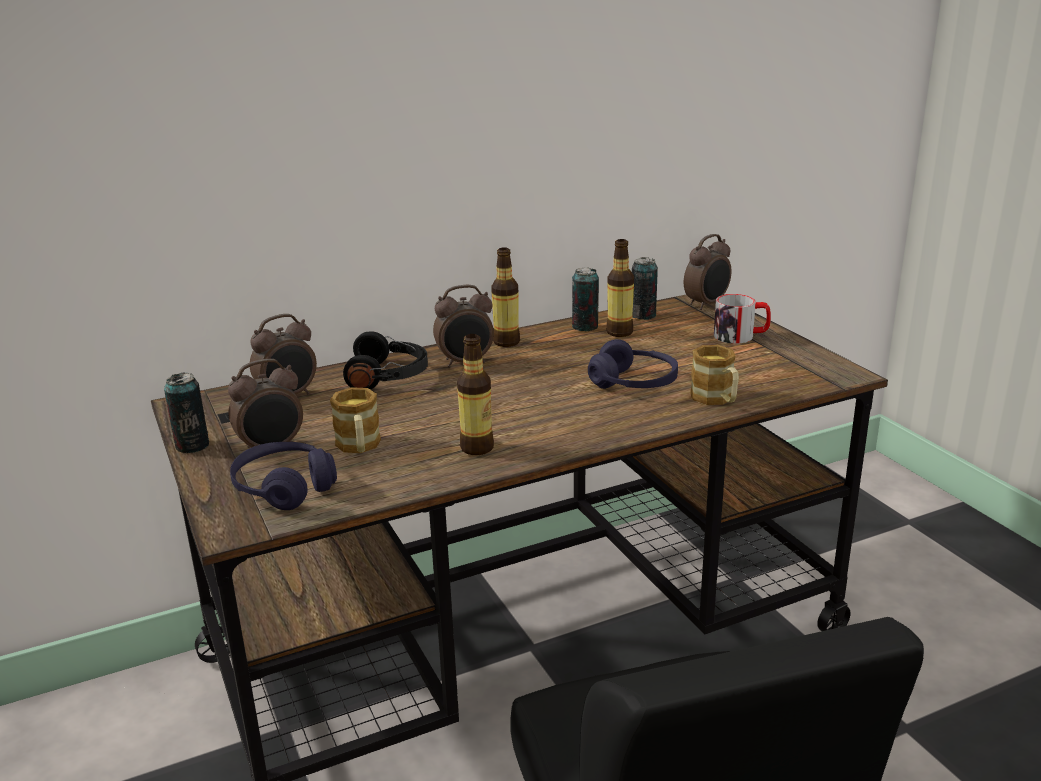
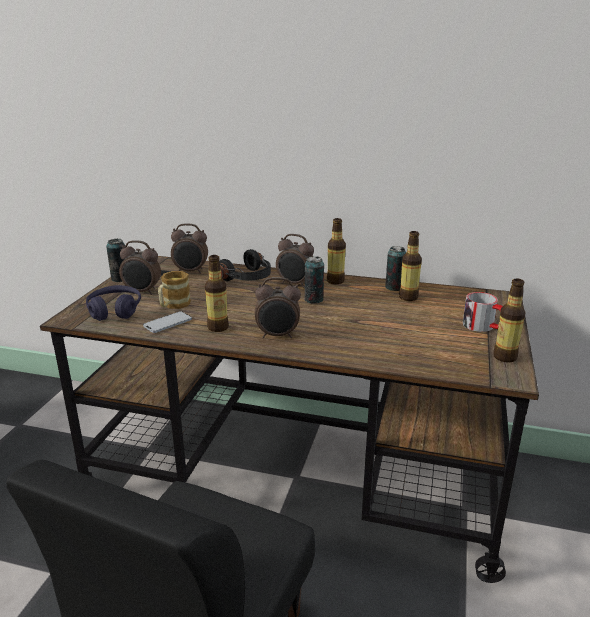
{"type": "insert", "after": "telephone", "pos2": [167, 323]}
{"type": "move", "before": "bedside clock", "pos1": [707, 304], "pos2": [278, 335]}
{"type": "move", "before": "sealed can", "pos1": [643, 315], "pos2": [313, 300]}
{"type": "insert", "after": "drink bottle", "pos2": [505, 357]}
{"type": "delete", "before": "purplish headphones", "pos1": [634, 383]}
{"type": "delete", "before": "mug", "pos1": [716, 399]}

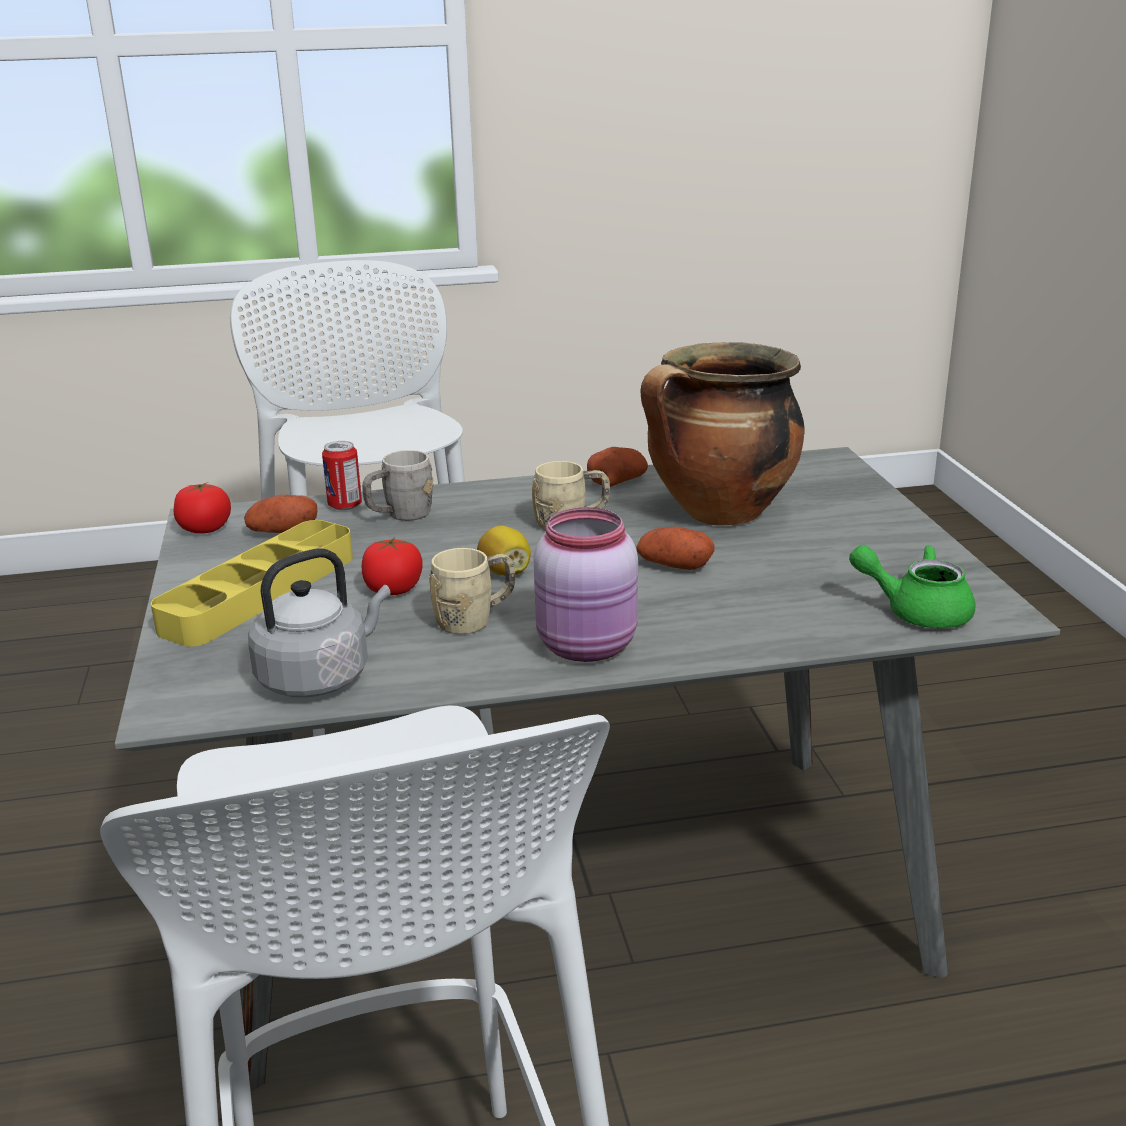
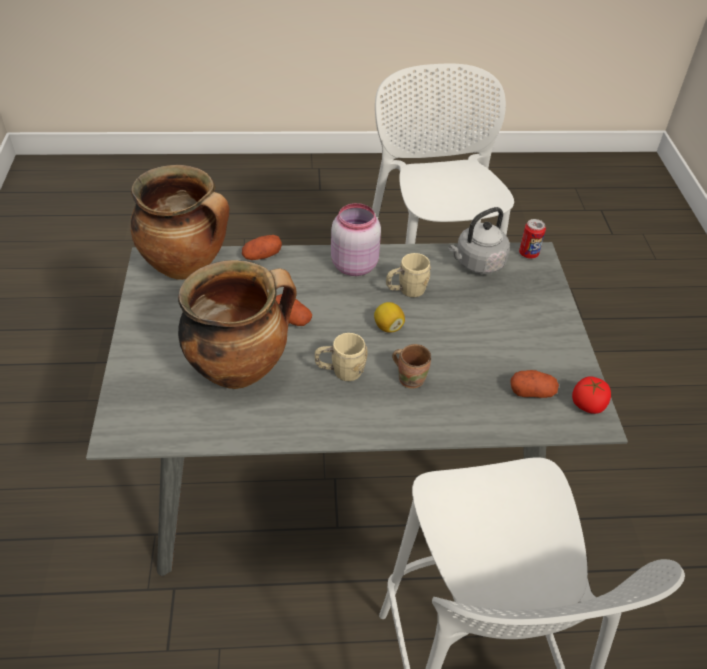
{"type": "replace", "before": "greenish tea pot", "after": "saucepot", "pos1": [916, 611], "pos2": [187, 266]}
{"type": "move", "before": "whole potato", "pos1": [617, 482], "pos2": [262, 256]}
{"type": "insert", "after": "brownish mug", "pos2": [410, 378]}
{"type": "move", "before": "sealed can", "pos1": [345, 505], "pos2": [528, 254]}
{"type": "delete", "before": "yellow carrying tray", "pos1": [260, 592]}
{"type": "delete", "before": "greyish mug", "pos1": [400, 516]}
{"type": "delete", "before": "whole tomato", "pos1": [393, 589]}

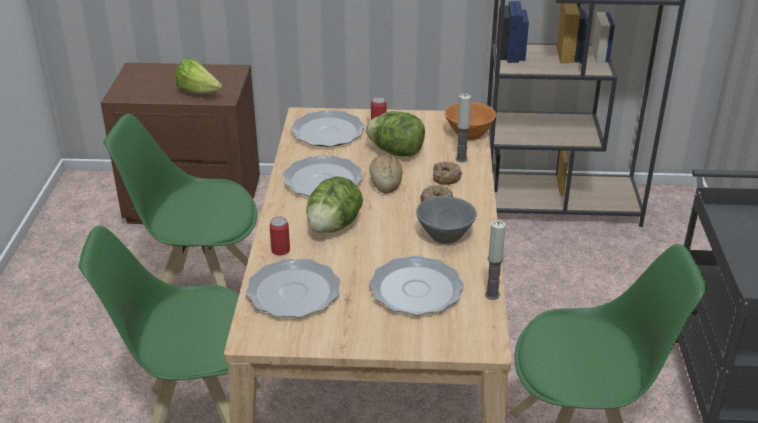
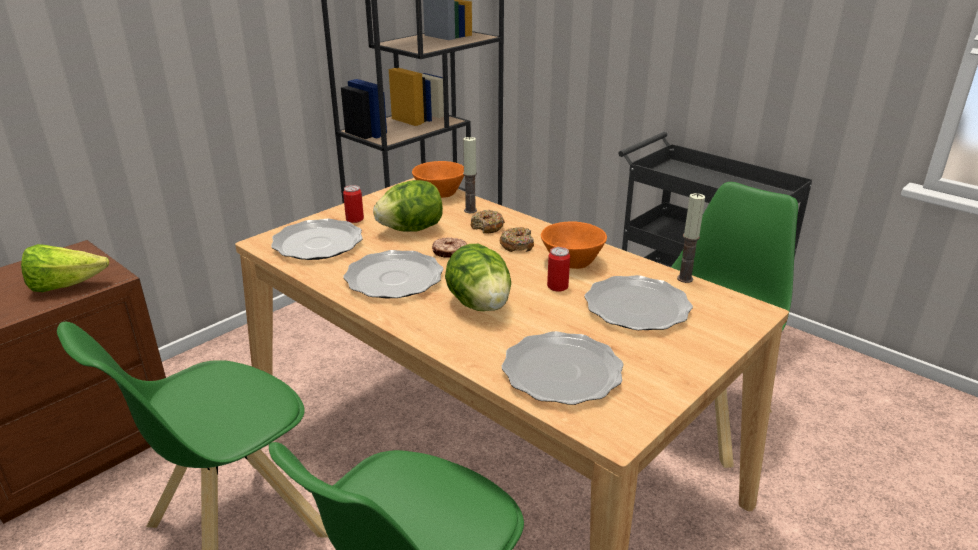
{"type": "replace", "before": "baked bread", "after": "donut", "pos1": [385, 182], "pos2": [449, 252]}
{"type": "recolor", "before": "greyish serving bowl", "after": "orange-coloured serving bowl", "pos1": [446, 235], "pos2": [572, 261]}
{"type": "move", "before": "sealed can", "pos1": [280, 250], "pos2": [557, 286]}

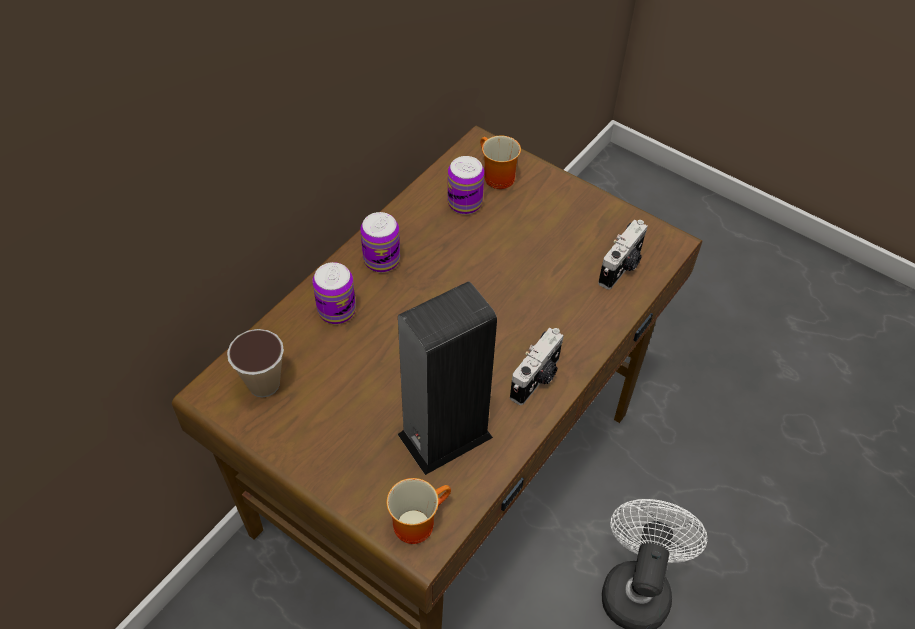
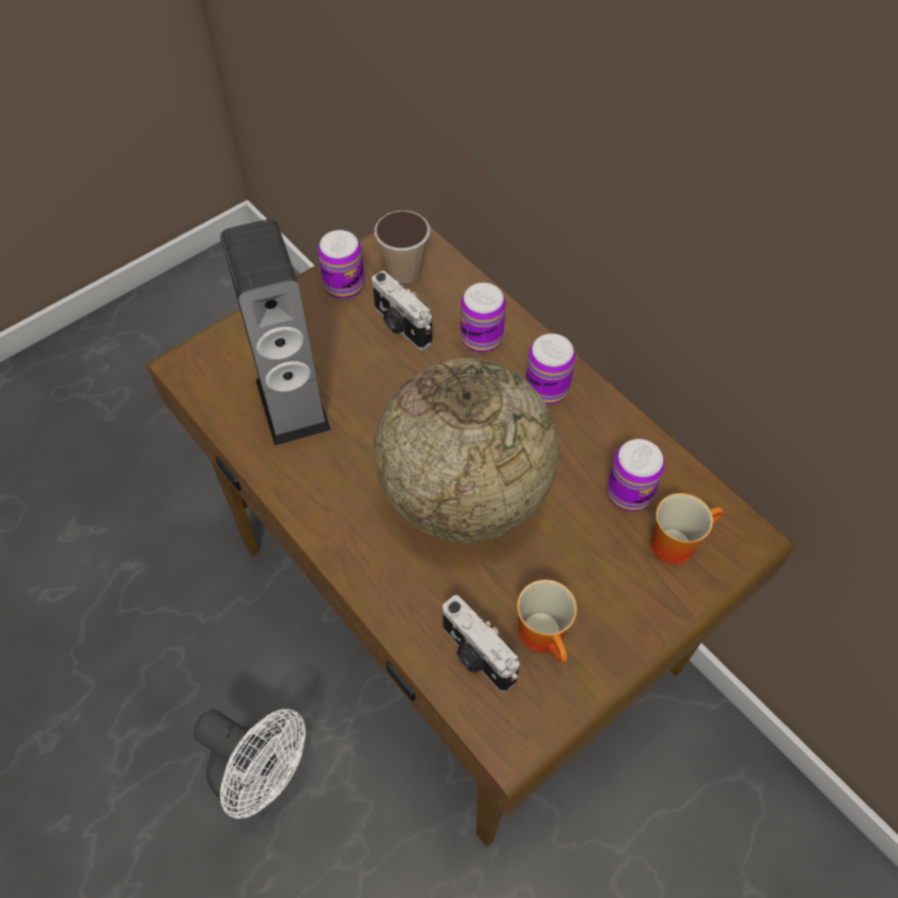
{"type": "insert", "after": "sealed can", "pos2": [344, 285]}
{"type": "move", "before": "still camera", "pos1": [537, 379], "pos2": [401, 326]}
{"type": "insert", "after": "desk globe", "pos2": [464, 496]}
{"type": "move", "before": "mug", "pos1": [416, 520], "pos2": [547, 635]}

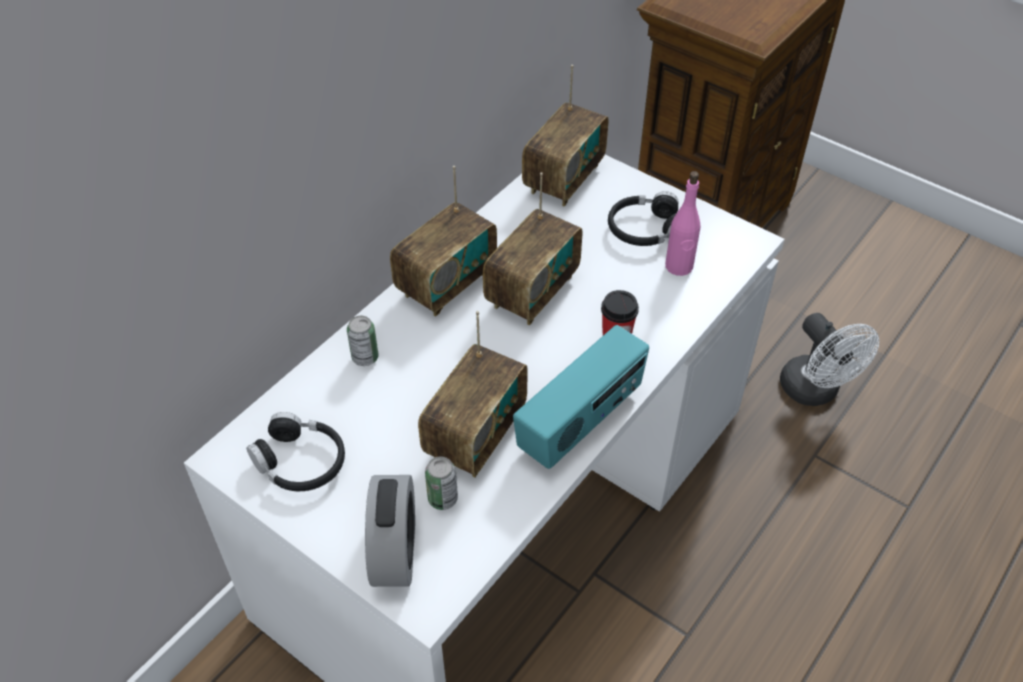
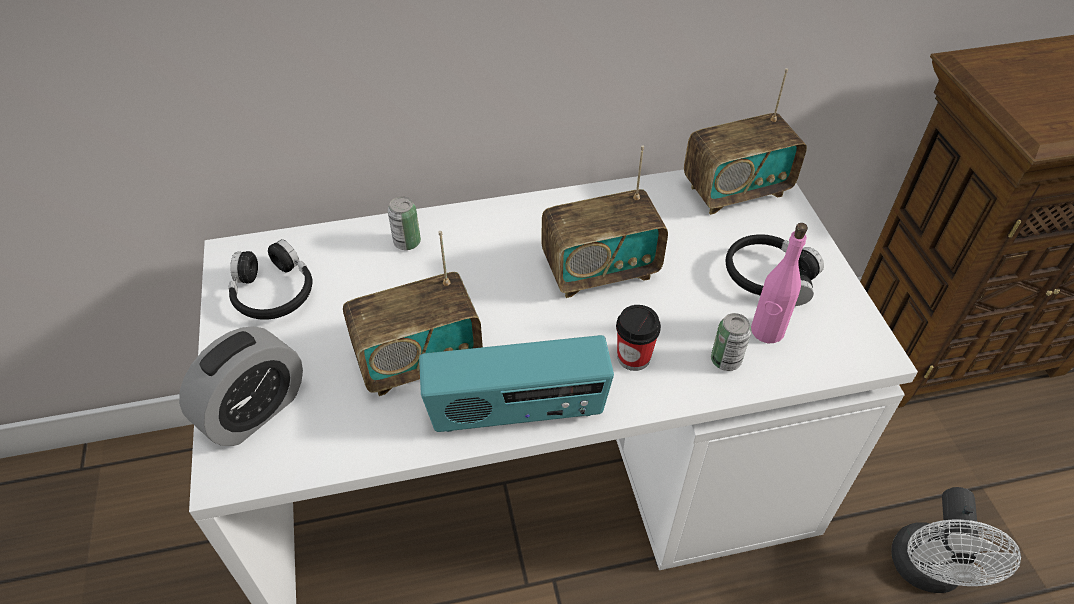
{"type": "move", "before": "sealed can", "pos1": [442, 499], "pos2": [725, 360]}
{"type": "delete", "before": "radio", "pos1": [446, 283]}

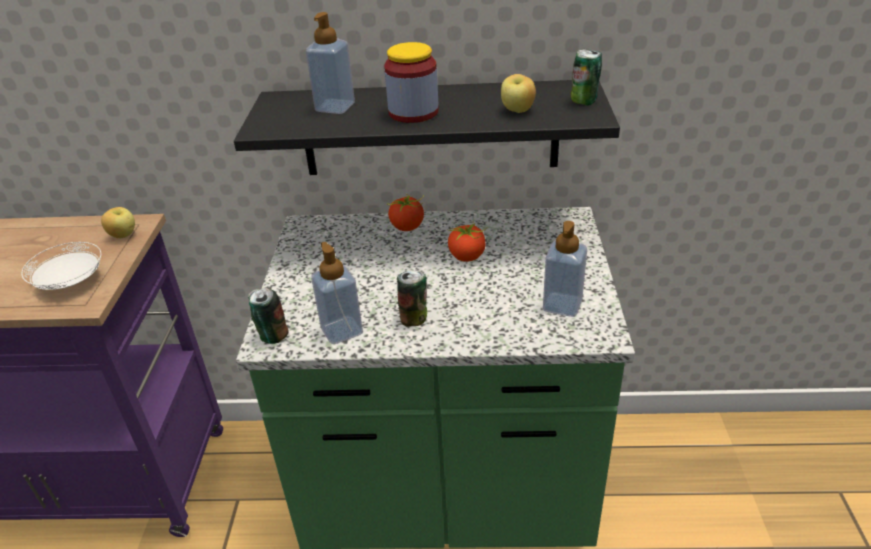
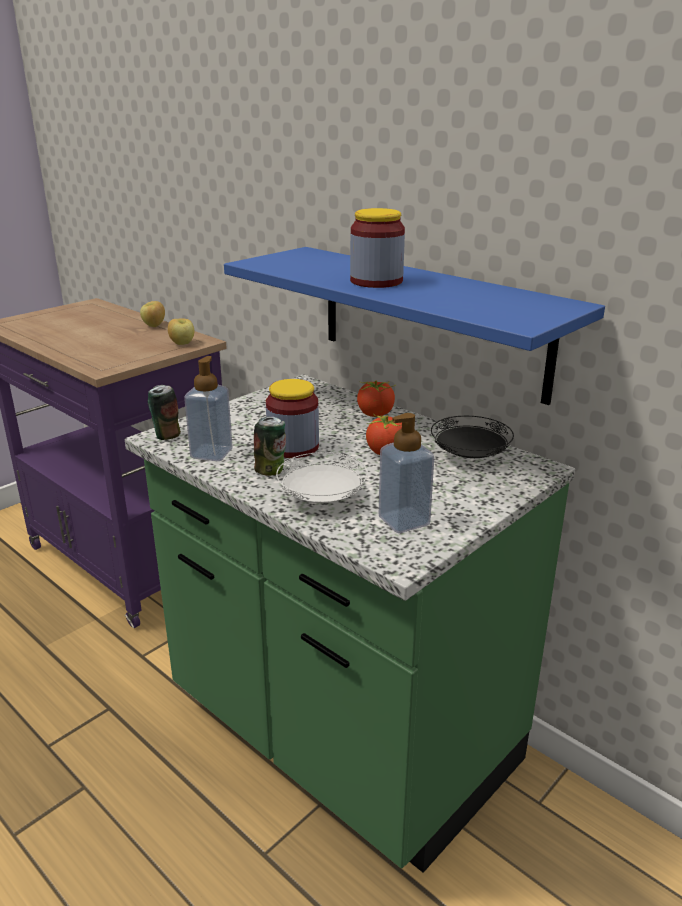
{"type": "move", "before": "whole apple", "pos1": [517, 111], "pos2": [154, 326]}
{"type": "recolor", "before": "black-coloured bracket shelf", "after": "blue bracket shelf", "pos1": [430, 129], "pos2": [430, 321]}
{"type": "insert", "after": "storage jar", "pos2": [293, 447]}
{"type": "move", "before": "white-coloured plate", "pos1": [71, 282], "pos2": [322, 499]}
{"type": "insert", "after": "black-coloured plate", "pos2": [469, 456]}
{"type": "delete", "before": "liquid soap bottle", "pos1": [335, 107]}
{"type": "delete", "before": "sealed can", "pos1": [583, 101]}

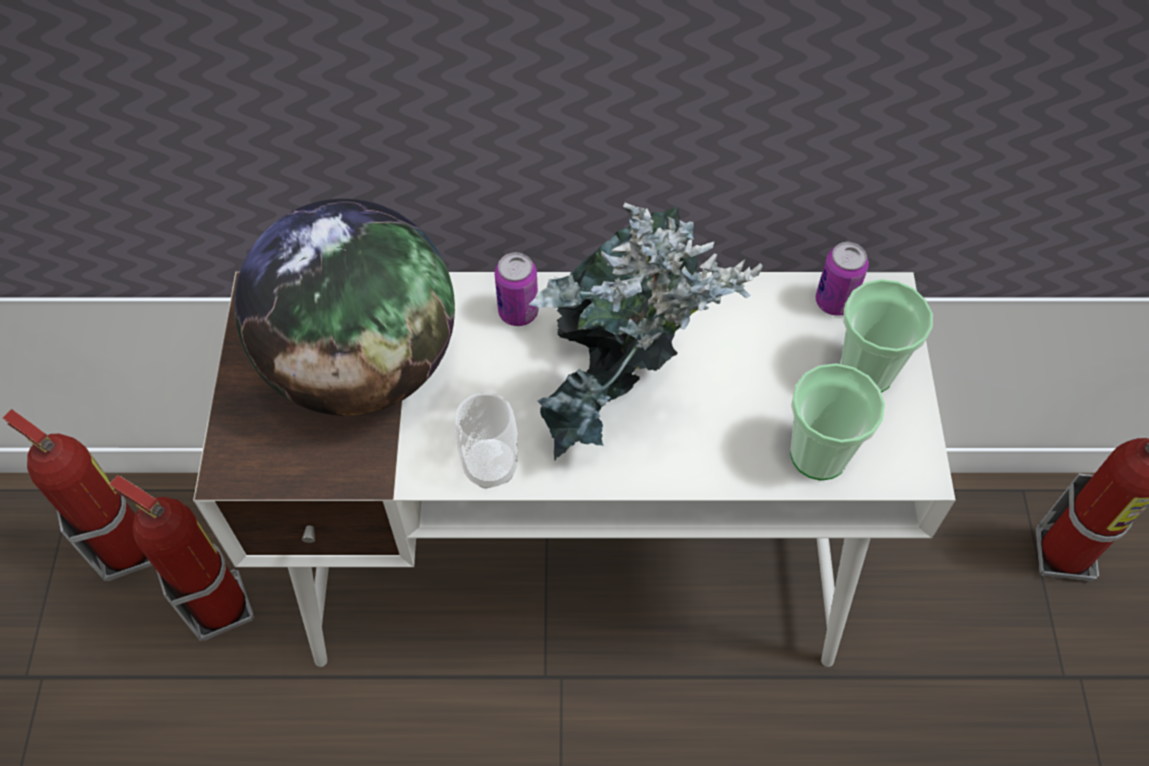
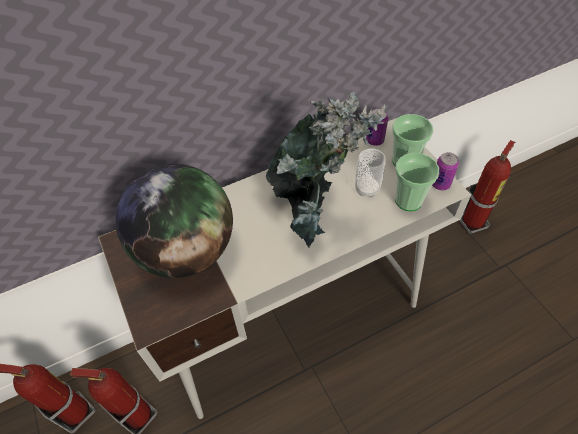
{"type": "move", "before": "small cup", "pos1": [490, 466], "pos2": [367, 189]}
{"type": "move", "before": "sealed can", "pos1": [518, 312], "pos2": [440, 184]}

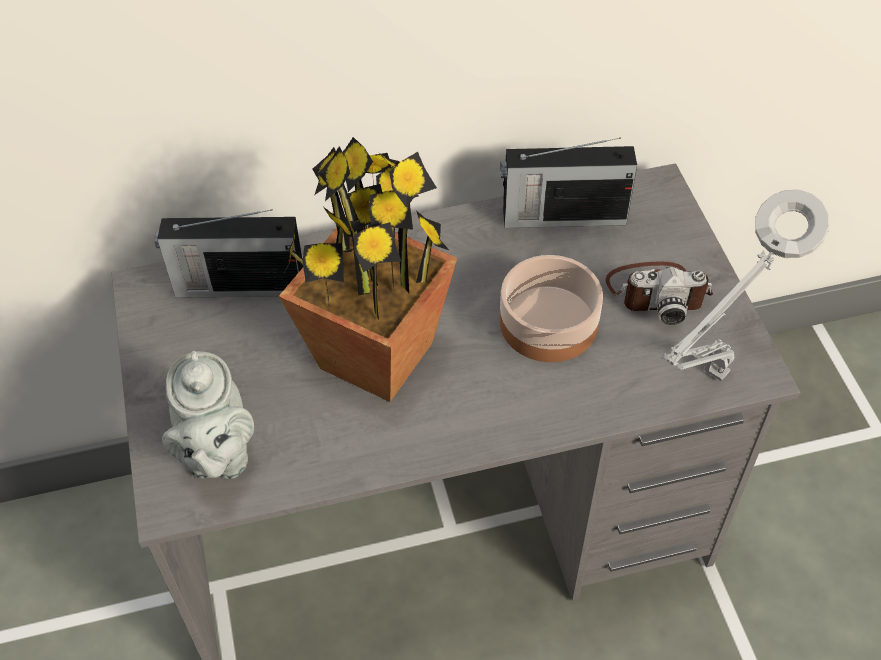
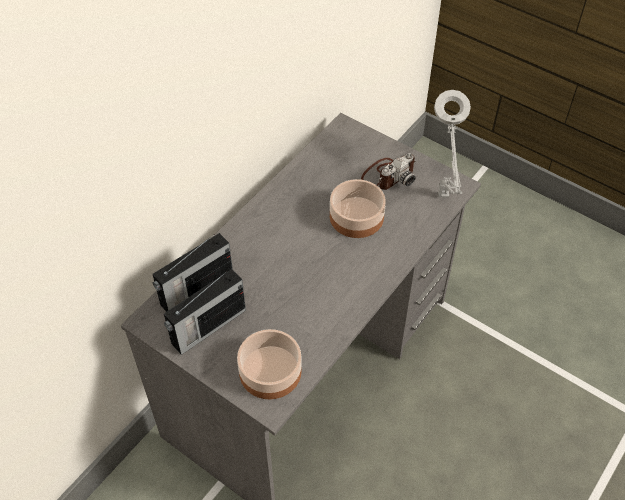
{"type": "move", "before": "radio", "pos1": [561, 216], "pos2": [207, 327]}
{"type": "replace", "before": "greyish tea pot", "after": "serving bowl", "pos1": [217, 454], "pos2": [269, 370]}
{"type": "delete", "before": "houseplant", "pos1": [375, 355]}

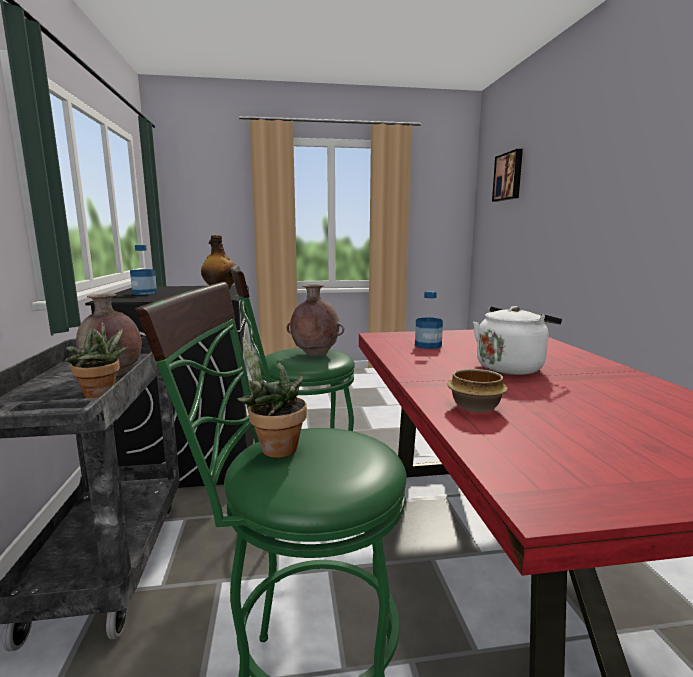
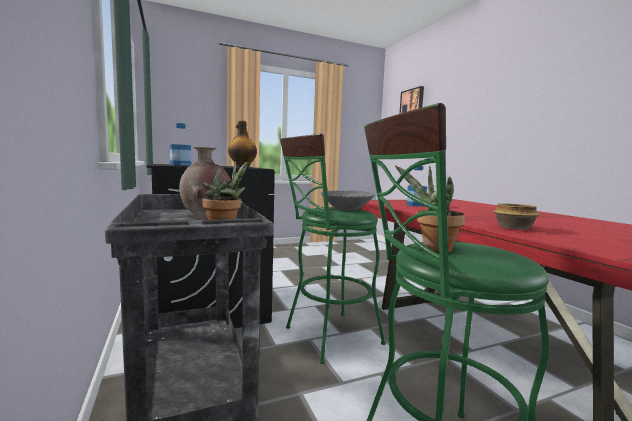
{"type": "replace", "before": "brownish decorative vase", "after": "greyish serving bowl", "pos1": [315, 354], "pos2": [346, 209]}
{"type": "delete", "before": "white-coloured water kettle", "pos1": [511, 367]}

